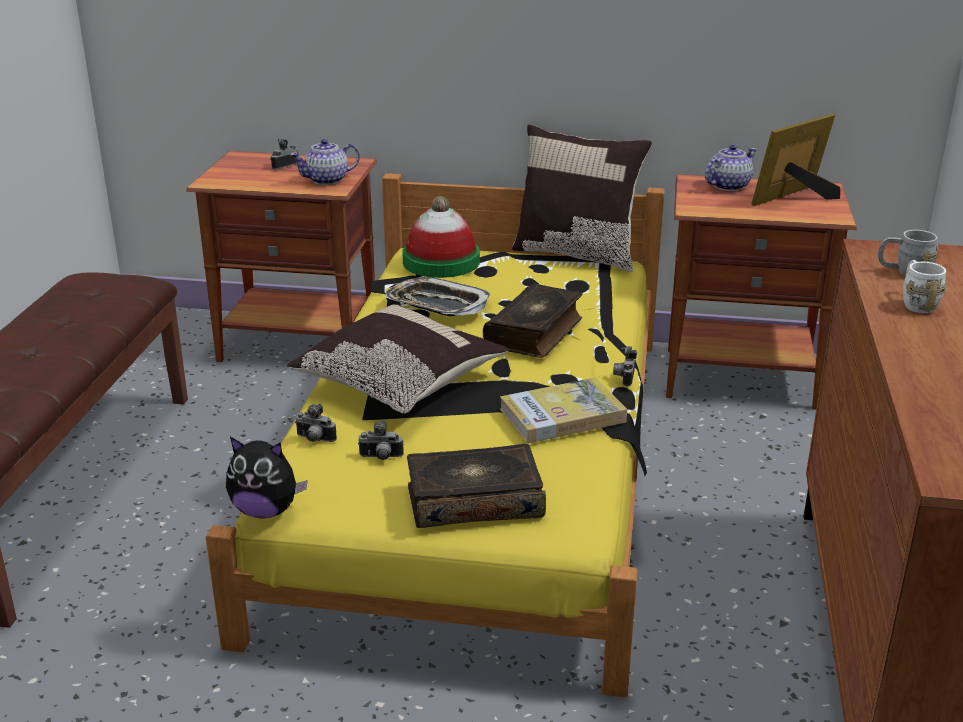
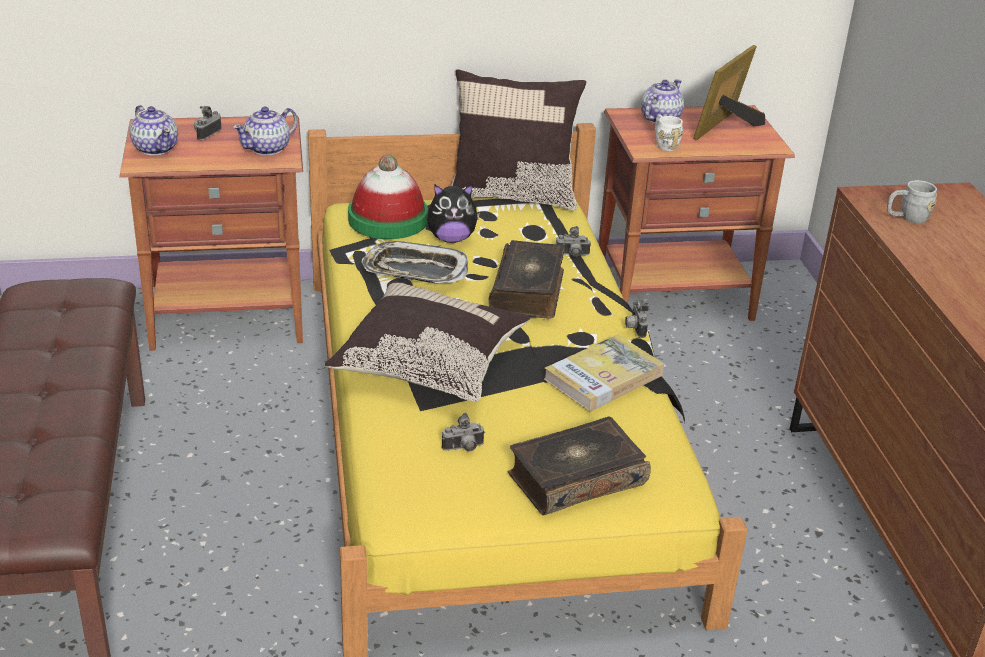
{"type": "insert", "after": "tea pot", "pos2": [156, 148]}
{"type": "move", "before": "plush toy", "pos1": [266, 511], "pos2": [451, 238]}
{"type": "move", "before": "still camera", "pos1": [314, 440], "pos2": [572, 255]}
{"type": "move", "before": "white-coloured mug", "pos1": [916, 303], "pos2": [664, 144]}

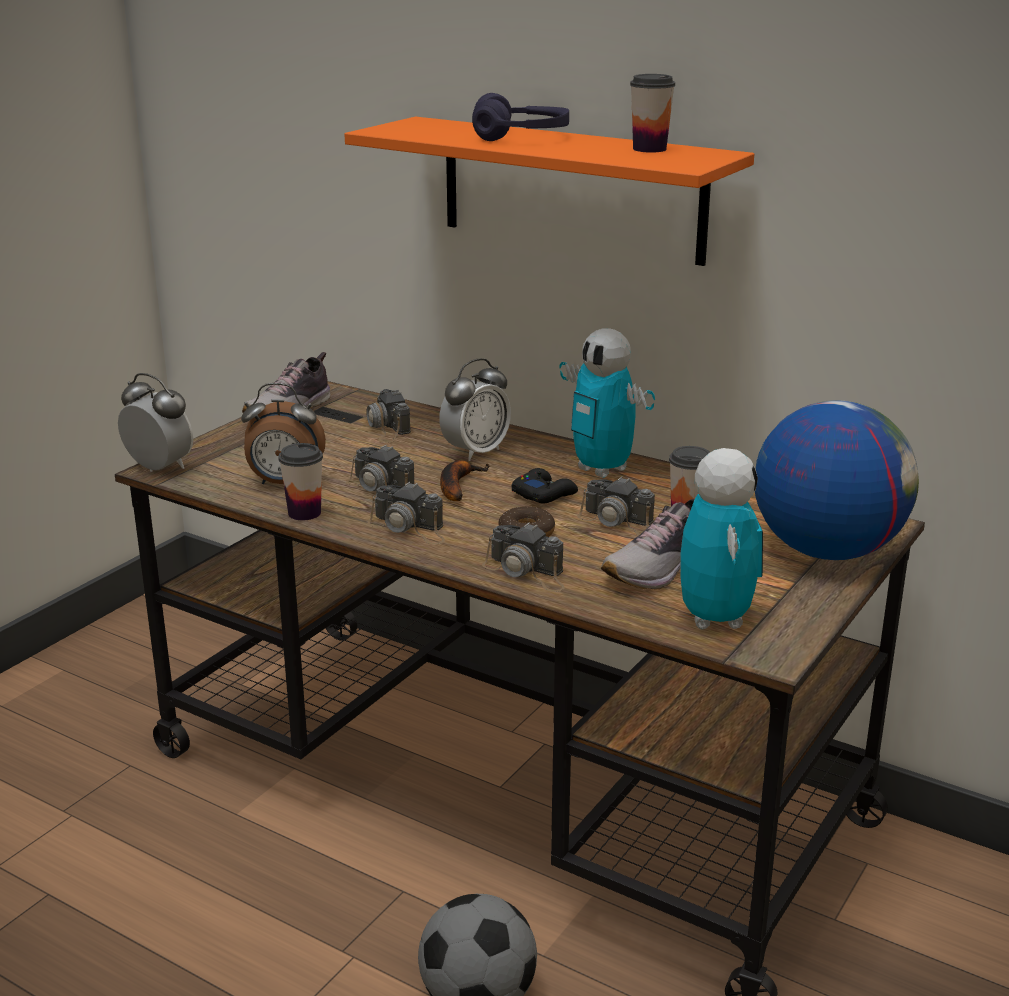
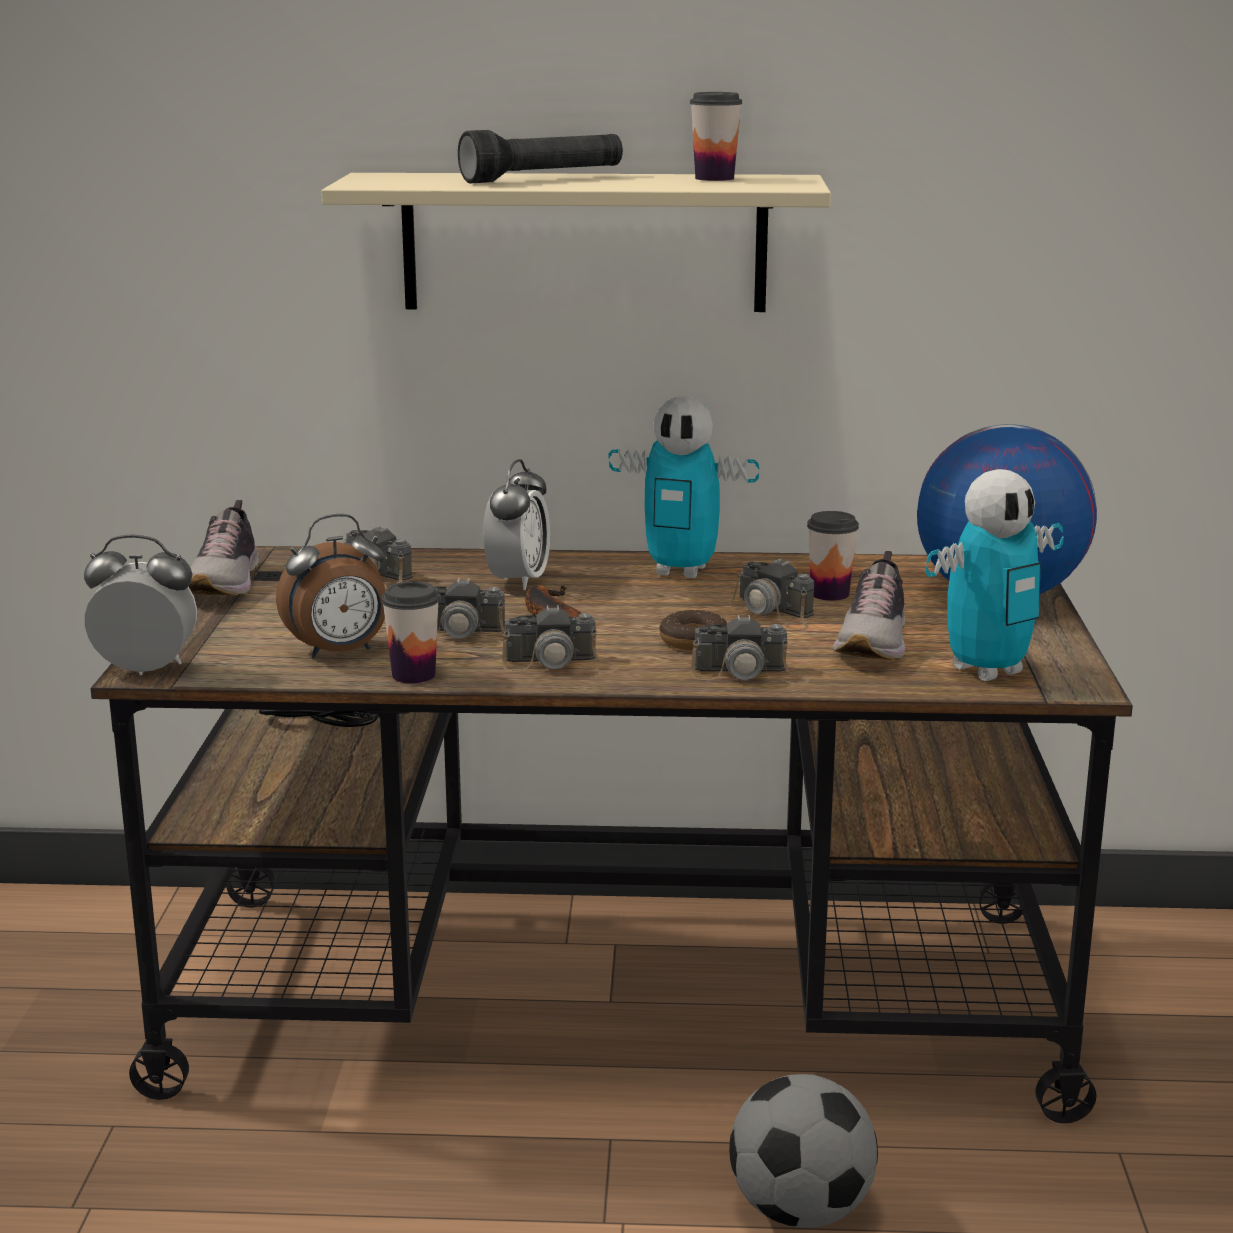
{"type": "recolor", "before": "orange-coloured bracket shelf", "after": "beige-coloured bracket shelf", "pos1": [571, 189], "pos2": [584, 242]}
{"type": "replace", "before": "purplish headphones", "after": "black-coloured torch", "pos1": [520, 136], "pos2": [543, 179]}
{"type": "rotate", "before": "still camera", "pos1": [620, 522], "pos2": [773, 612], "turn": 45}
{"type": "rotate", "before": "toy robot", "pos1": [715, 619], "pos2": [987, 670], "turn": 90}
{"type": "delete", "before": "black-coloured game controller", "pos1": [544, 494]}

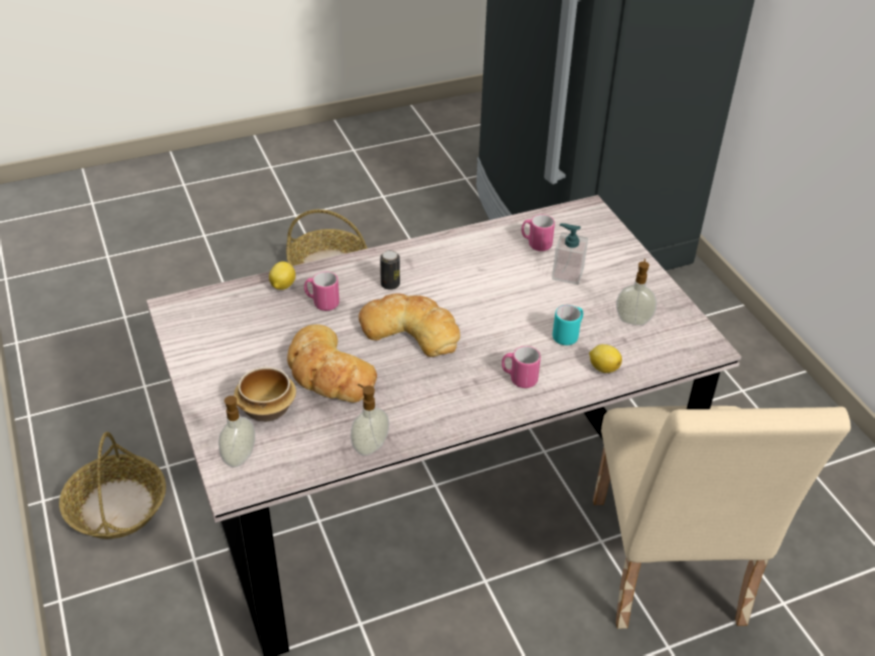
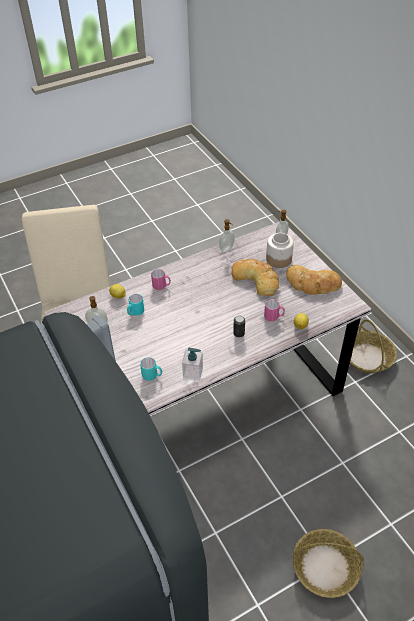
{"type": "recolor", "before": "pinkish mug", "after": "turquoise-coloured mug", "pos1": [536, 244], "pos2": [152, 376]}
{"type": "move", "before": "liquid soap bottle", "pos1": [567, 274], "pos2": [193, 373]}
{"type": "replace", "before": "serving bowl", "after": "storage jar", "pos1": [265, 409], "pos2": [279, 259]}
{"type": "move", "before": "baked bread", "pos1": [411, 330], "pos2": [312, 284]}

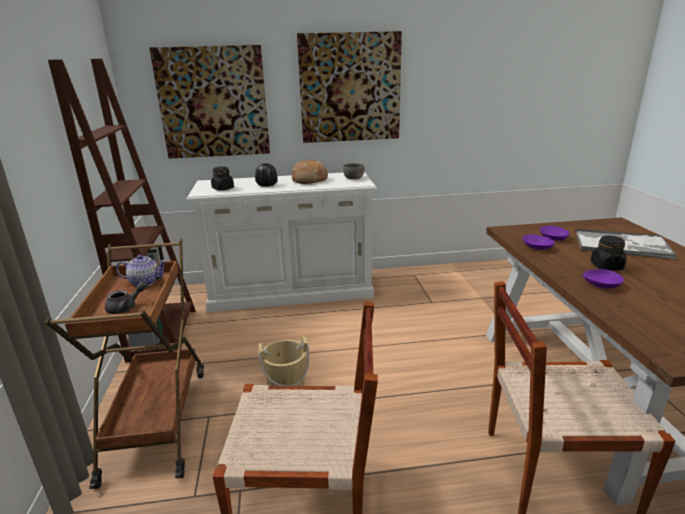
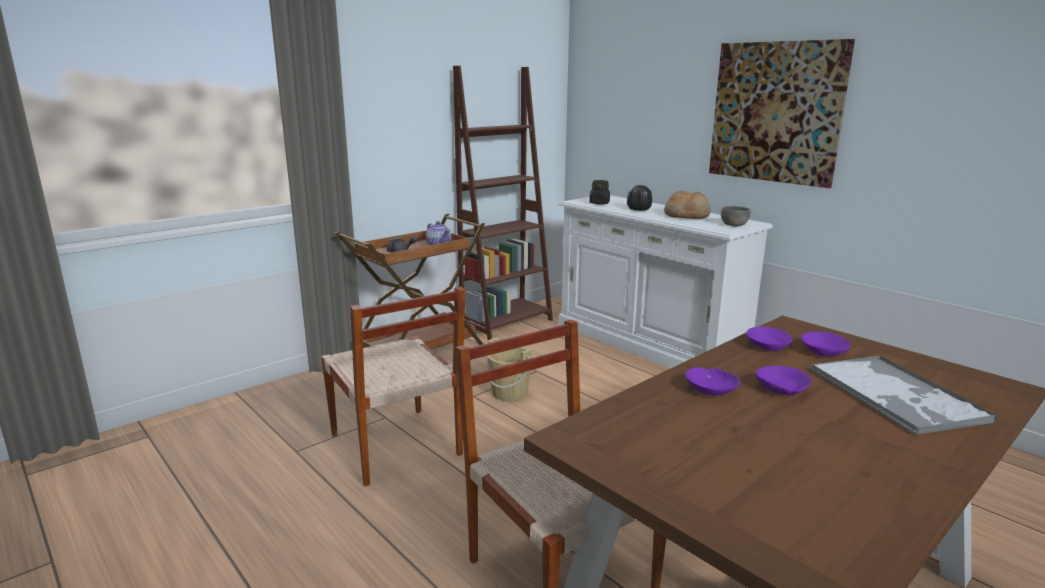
{"type": "replace", "before": "black-coloured storage jar", "after": "purplish serving bowl", "pos1": [606, 266], "pos2": [782, 389]}
{"type": "delete", "before": "picture", "pos1": [213, 103]}

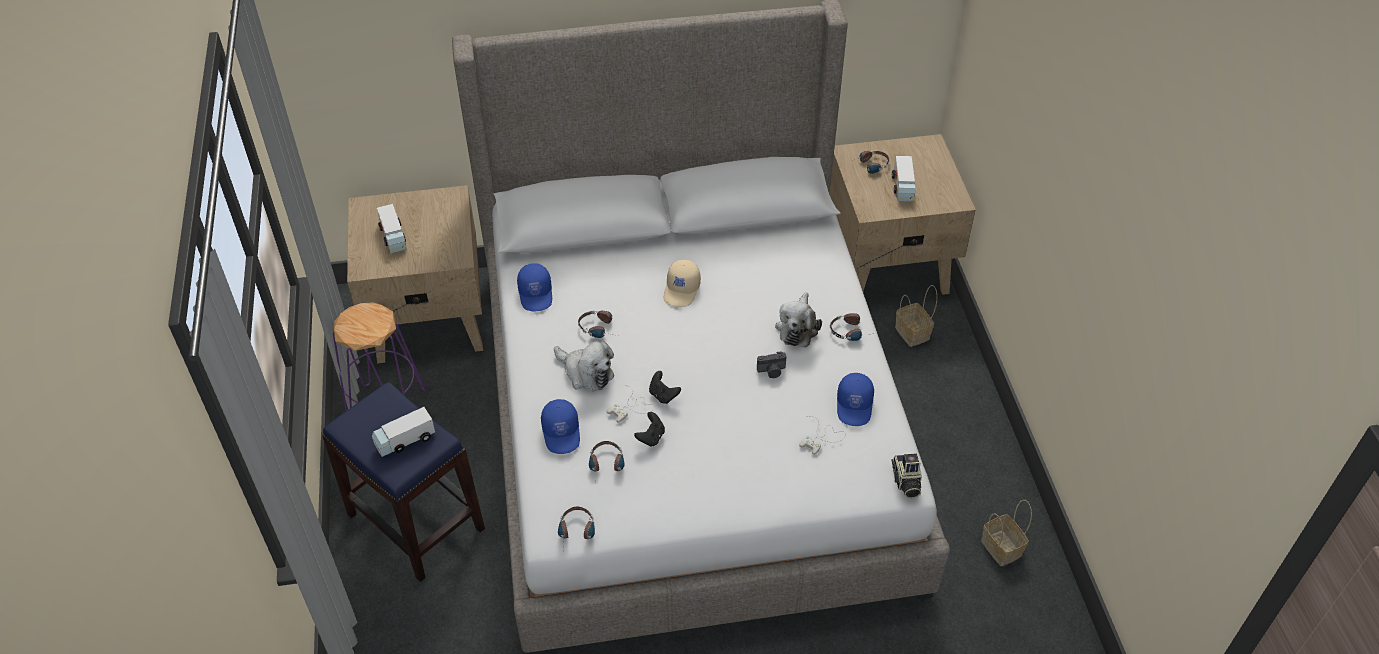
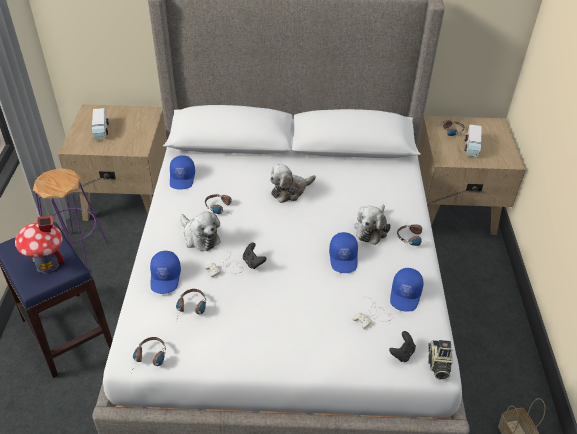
{"type": "replace", "before": "toy truck", "after": "model house", "pos1": [405, 440], "pos2": [48, 264]}
{"type": "replace", "before": "beige-coloured peaked cap", "after": "plush toy", "pos1": [682, 290], "pos2": [290, 191]}
{"type": "replace", "before": "still camera", "after": "blue peaked cap", "pos1": [772, 371], "pos2": [344, 258]}
{"type": "move", "before": "black-coloured game controller", "pos1": [651, 437], "pos2": [402, 353]}
{"type": "delete", "before": "basket", "pos1": [913, 333]}

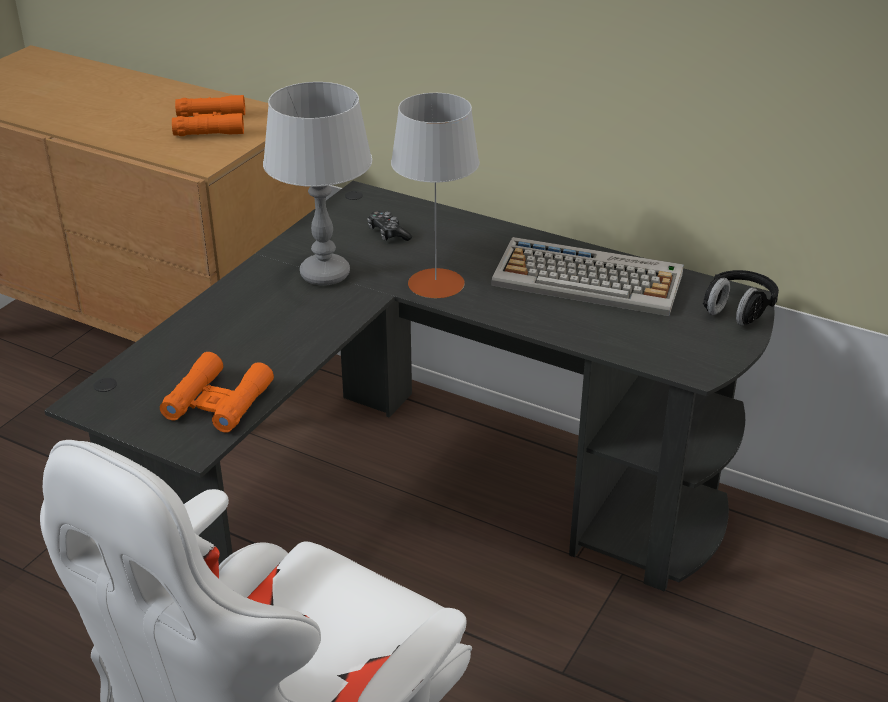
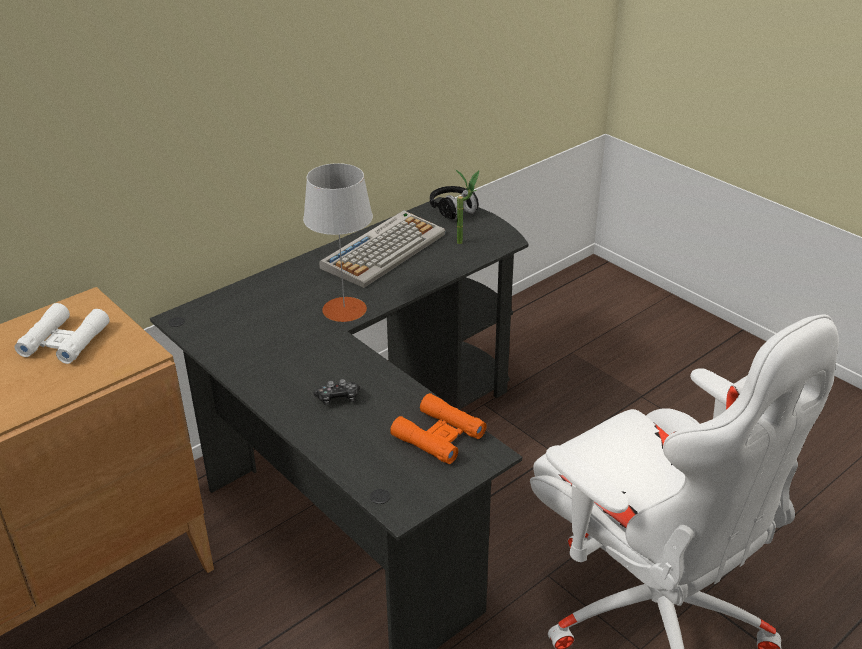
{"type": "recolor", "before": "orange-coloured field glasses", "after": "white-coloured field glasses", "pos1": [210, 125], "pos2": [64, 341]}
{"type": "move", "before": "game controller", "pos1": [388, 234], "pos2": [338, 398]}
{"type": "insert", "after": "houseplant", "pos2": [465, 242]}
{"type": "delete", "before": "greyish lamp for a table", "pos1": [325, 274]}

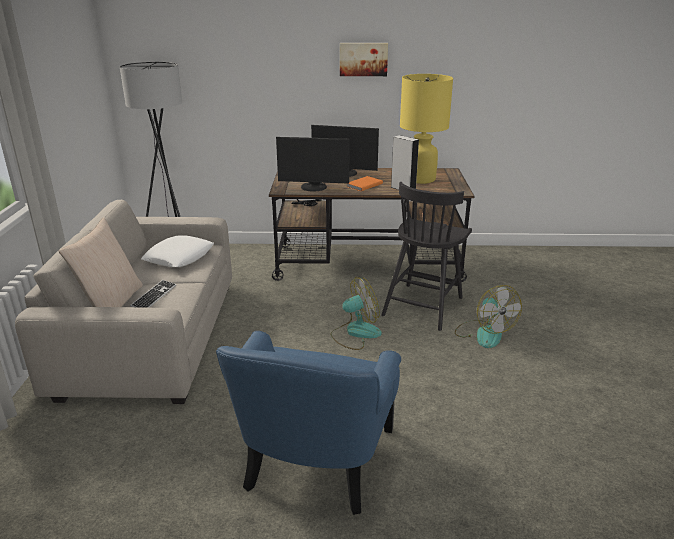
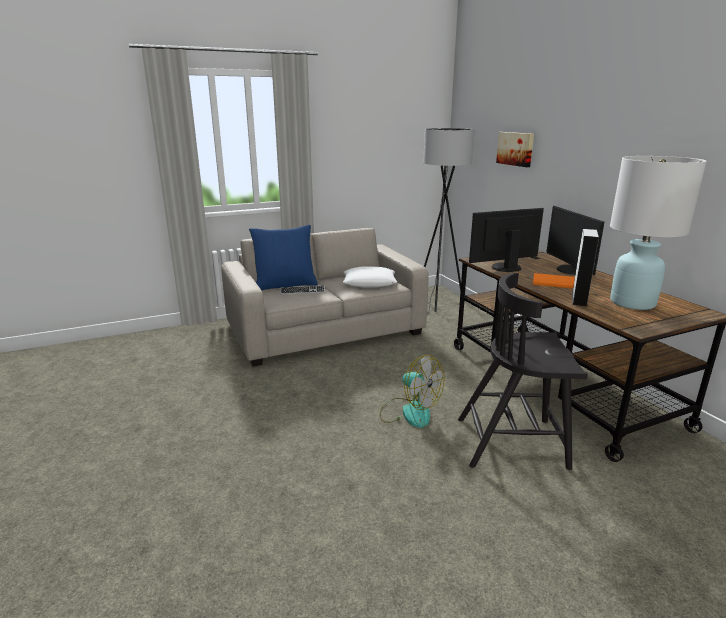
{"type": "recolor", "before": "beige-coloured pillow", "after": "blue pillow", "pos1": [111, 304], "pos2": [285, 285]}
{"type": "rotate", "before": "computer screen", "pos1": [313, 187], "pos2": [505, 267], "turn": 90}
{"type": "move", "before": "picture", "pos1": [363, 59], "pos2": [516, 149]}
{"type": "recolor", "before": "yellow lamp for a table", "after": "white-coloured lamp for a table", "pos1": [420, 179], "pos2": [632, 303]}
{"type": "delete", "before": "blue easy chair", "pos1": [316, 459]}
{"type": "delete", "before": "electric fan", "pos1": [484, 333]}

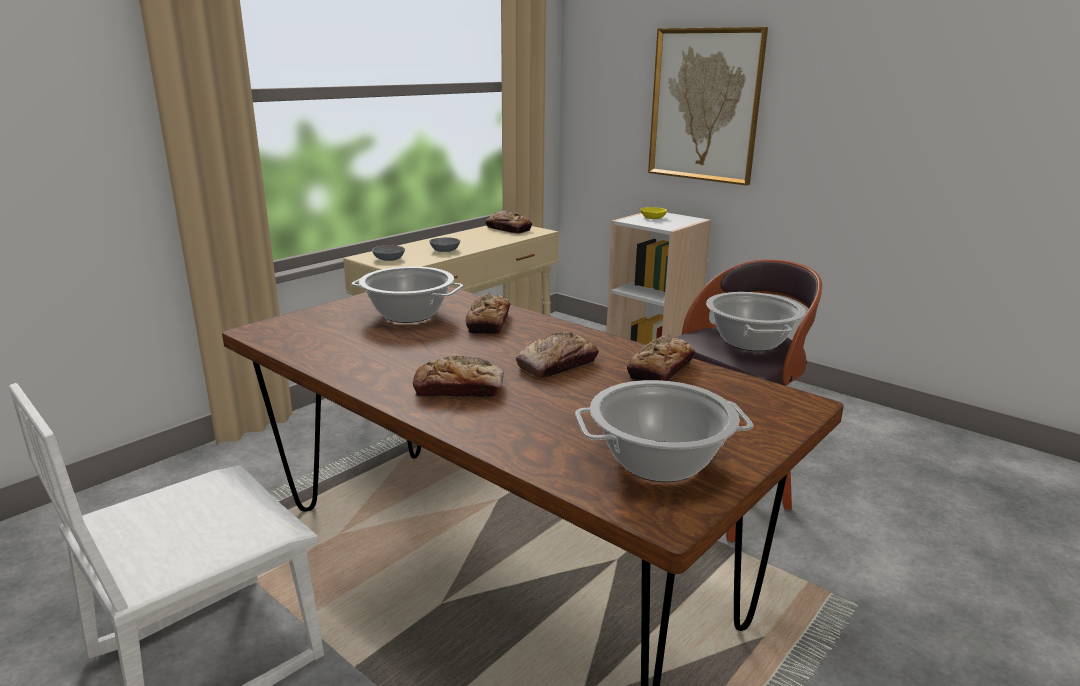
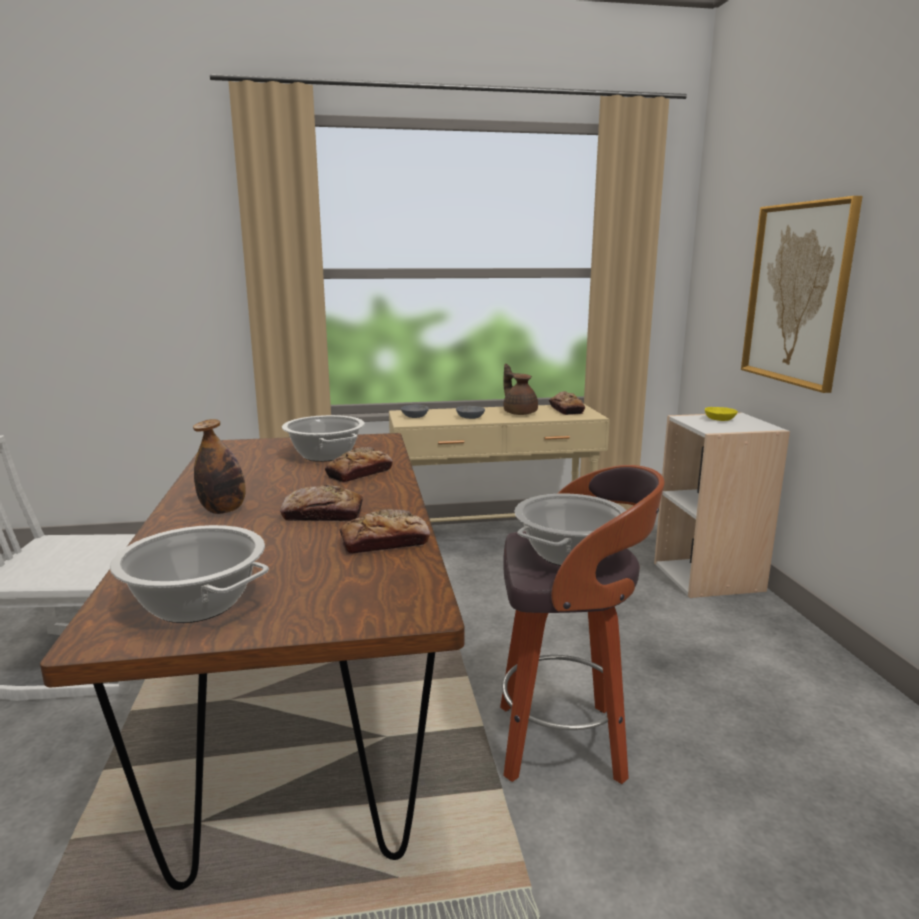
{"type": "replace", "before": "baked bread", "after": "drink bottle", "pos1": [459, 389], "pos2": [223, 510]}
{"type": "insert", "after": "brownish tea pot", "pos2": [519, 413]}

